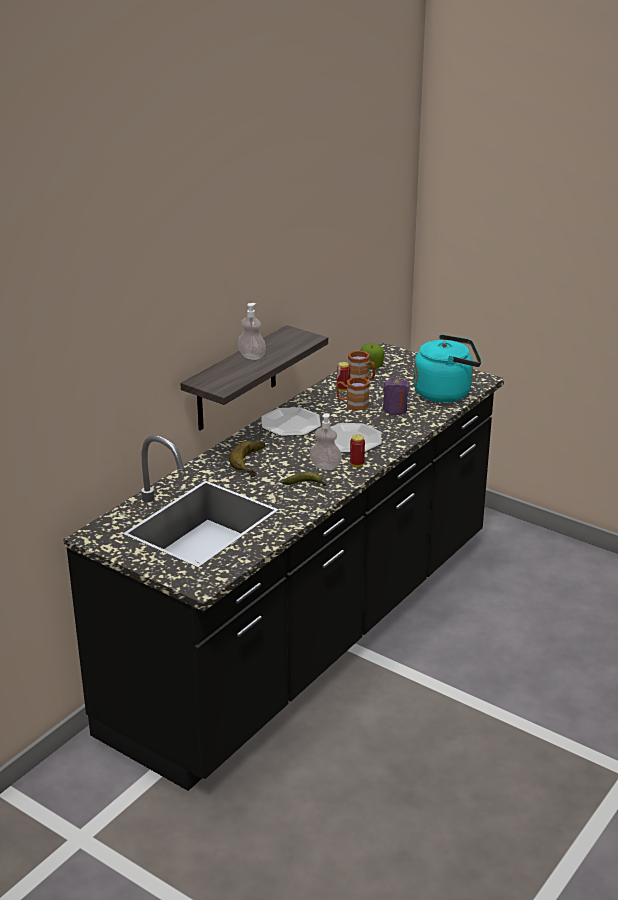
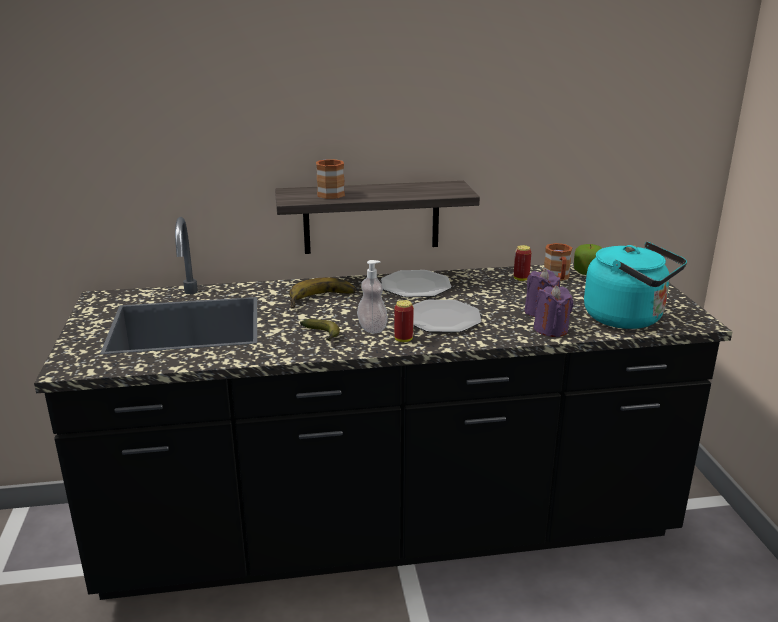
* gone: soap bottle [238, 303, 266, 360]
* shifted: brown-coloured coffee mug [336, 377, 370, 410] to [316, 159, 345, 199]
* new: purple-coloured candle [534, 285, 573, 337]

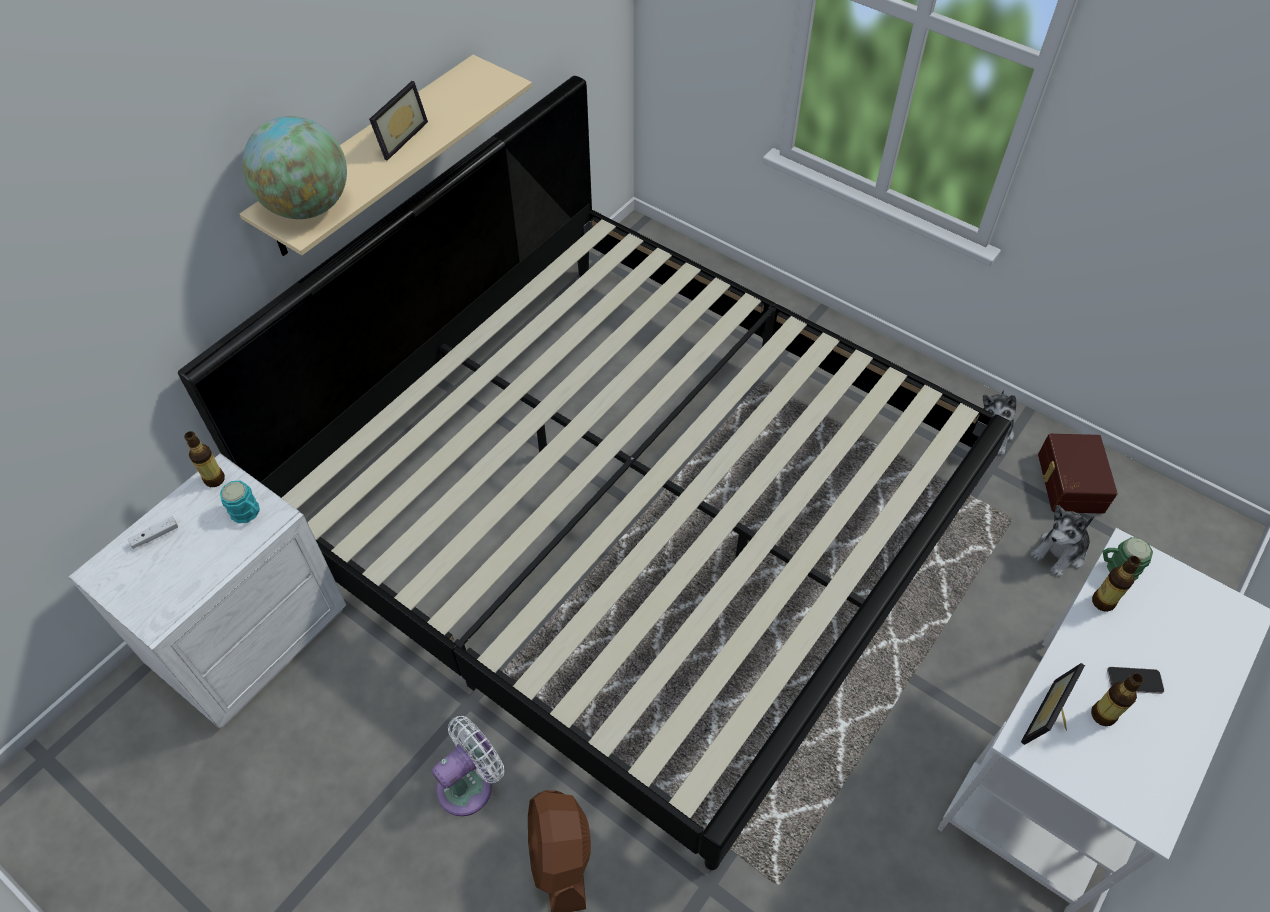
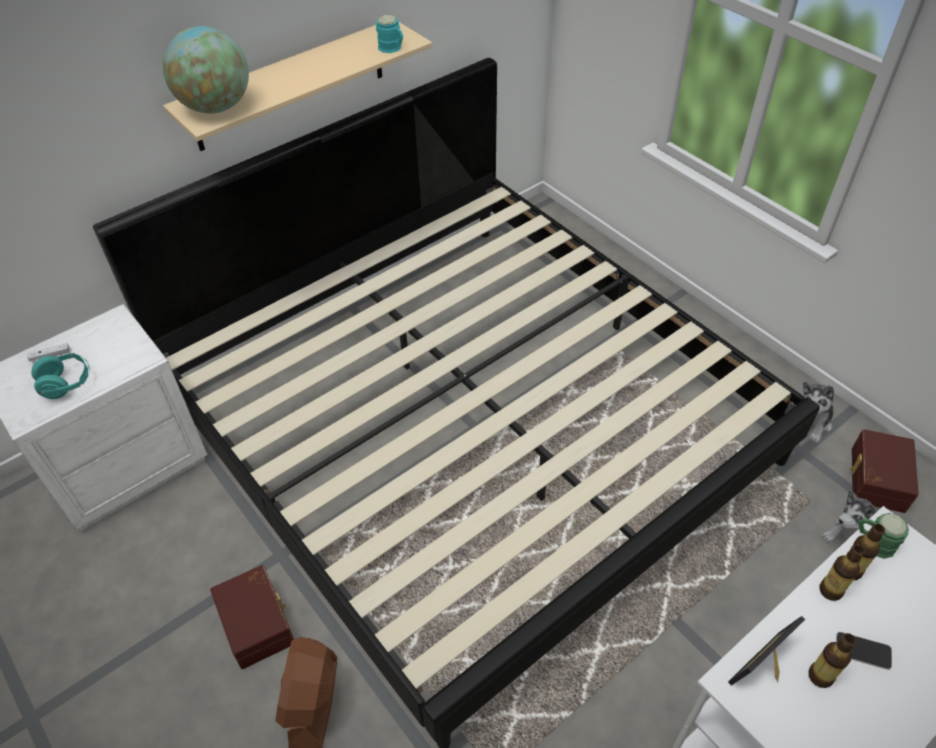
* shifted: drink bottle [184, 431, 225, 487] to [820, 544, 865, 601]
* shifted: turquoise coffee mug [220, 481, 260, 523] to [376, 15, 403, 53]
* gone: picture frame [369, 81, 428, 160]
* swapped: white fan [432, 716, 504, 816] to brown-coloured storage container [210, 565, 294, 669]
* new: turquoise pair of headphones [31, 353, 90, 399]

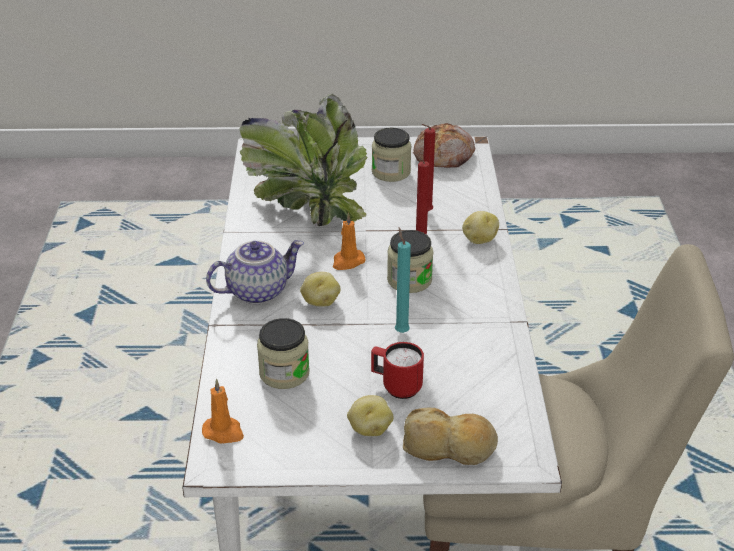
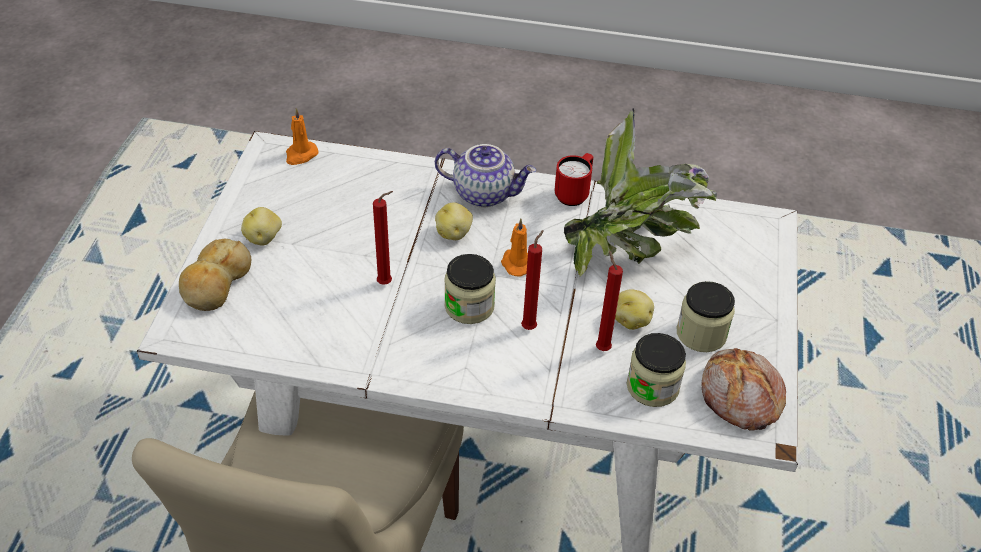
* rotated: tea pot [206, 240, 304, 304] = [435, 144, 536, 208] 60 degrees counterclockwise
* shifted: storage jar [257, 318, 310, 389] to [626, 333, 686, 407]
* shifted: red-coloured coffee mug [371, 342, 424, 399] to [554, 153, 593, 206]
* repainted: turquoise candle [395, 228, 411, 333] to red-coloured candle [373, 191, 393, 285]
* shifted: potato [462, 211, 499, 244] to [615, 289, 654, 330]

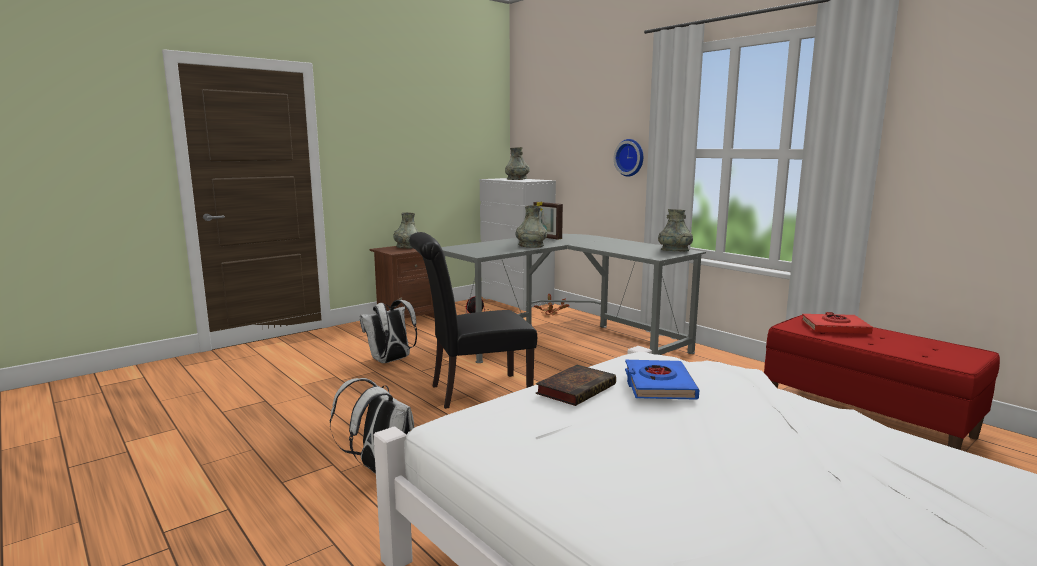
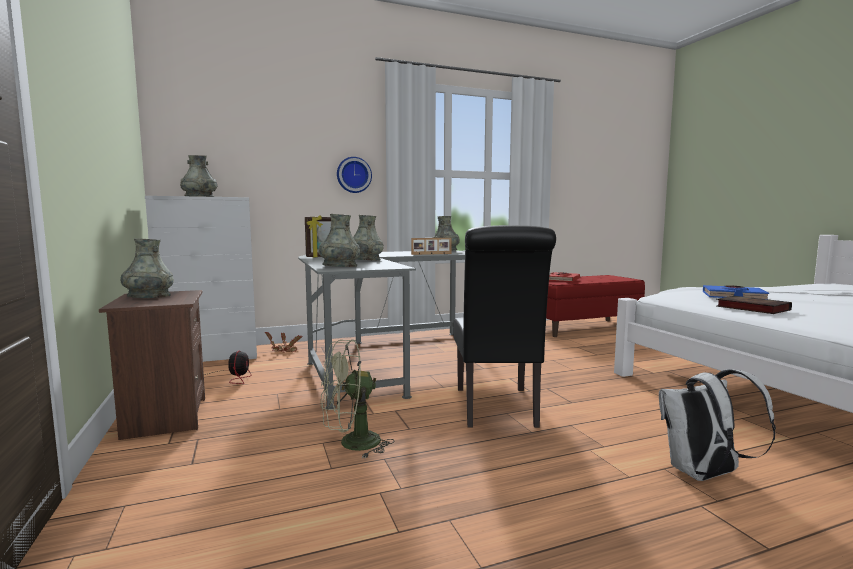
* swapped: white rucksack [360, 300, 417, 363] to green fan [321, 339, 395, 458]
* new: greyish decorative vase [318, 214, 360, 267]
* new: picture frame [411, 238, 452, 255]

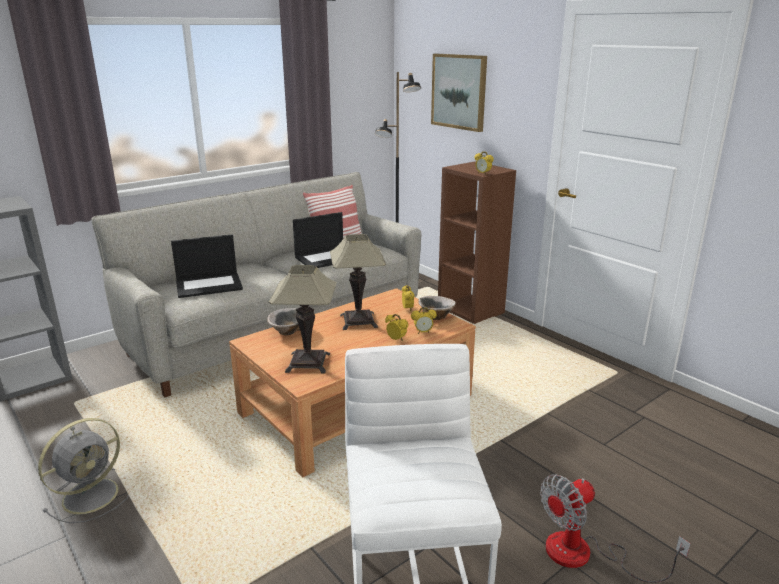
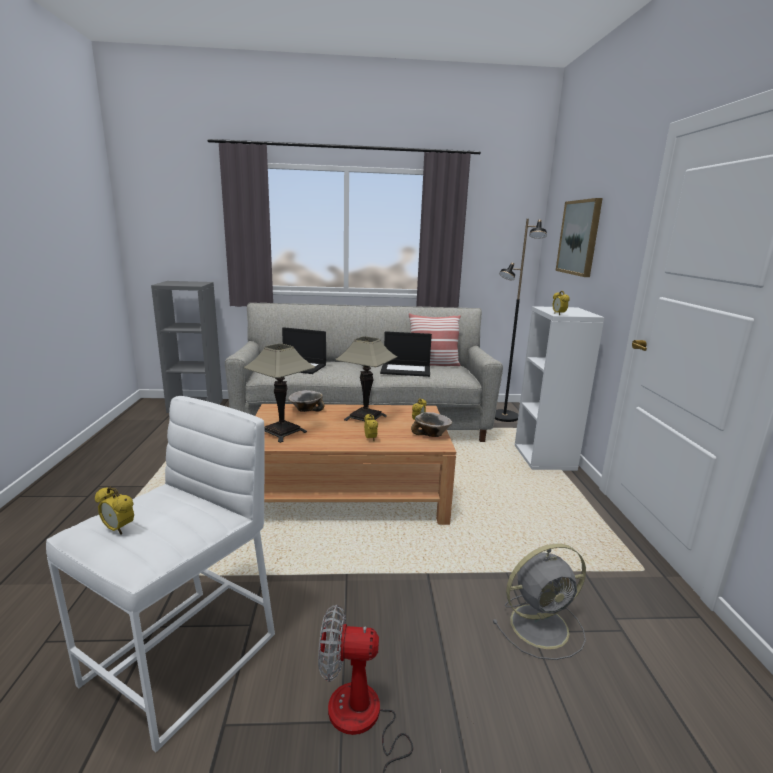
* shifted: greyish fan [38, 418, 129, 523] to [492, 544, 586, 660]
* shifted: bedside clock [411, 307, 437, 334] to [95, 487, 134, 535]
* repainted: brown-coloured shelving unit [438, 162, 516, 324] to white shelving unit [515, 306, 605, 471]

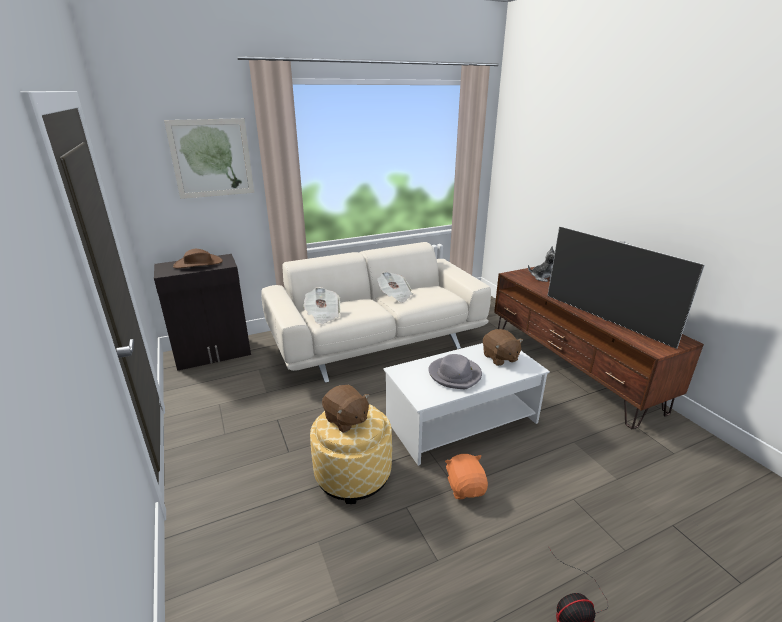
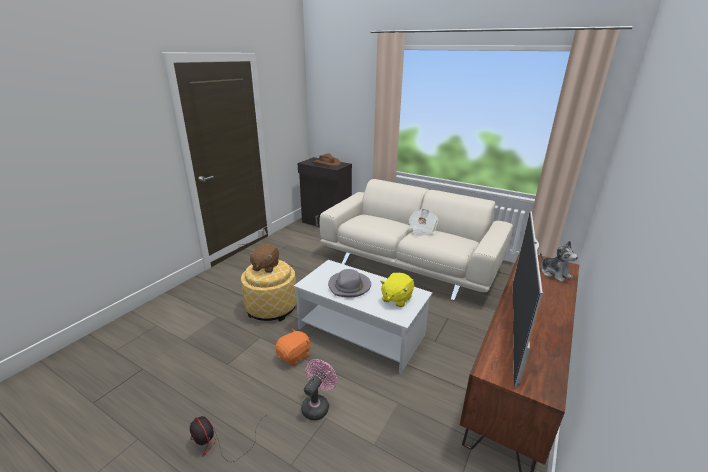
* gone: wall picture [164, 118, 254, 199]
* gone: printed paper [303, 287, 340, 325]
* repainted: brown-coloured soft toy [483, 329, 523, 366] to yellow soft toy [380, 273, 414, 307]
* new: pinkish fan [301, 359, 337, 420]

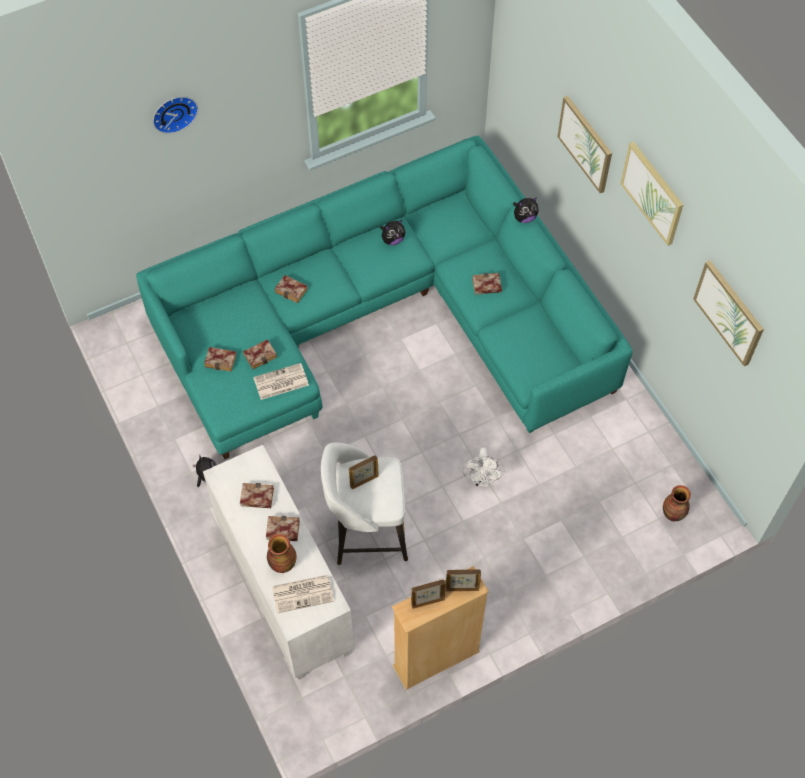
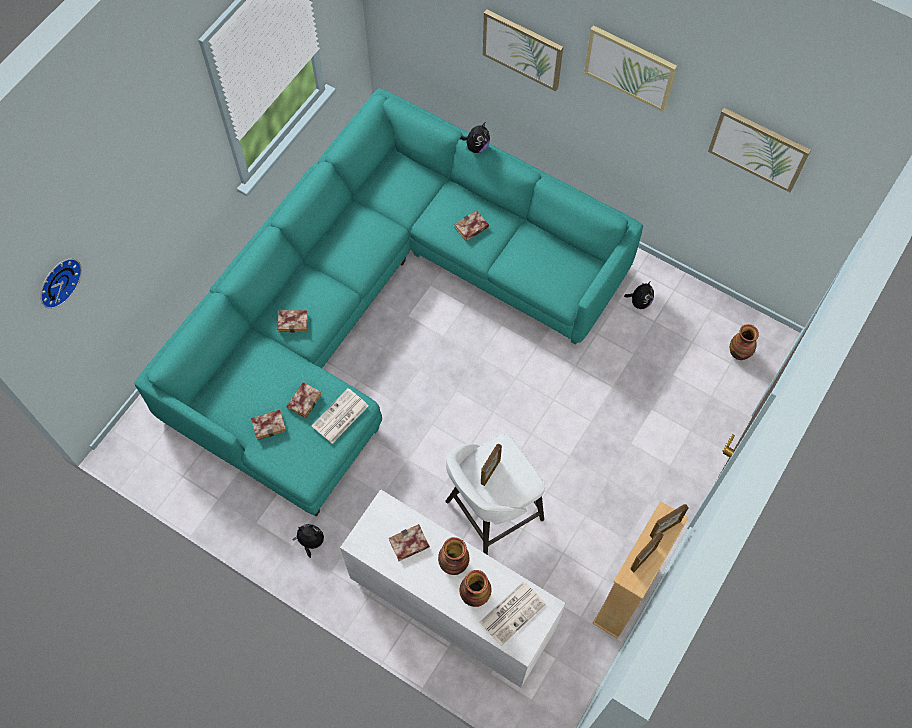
* shifted: hanging clock [153, 97, 198, 134] to [40, 258, 82, 309]
* swapped: book [266, 516, 300, 541] to decorative vase [438, 537, 470, 575]
* shifted: soft toy [380, 219, 405, 245] to [624, 281, 654, 309]
* gone: white fan [463, 448, 504, 487]

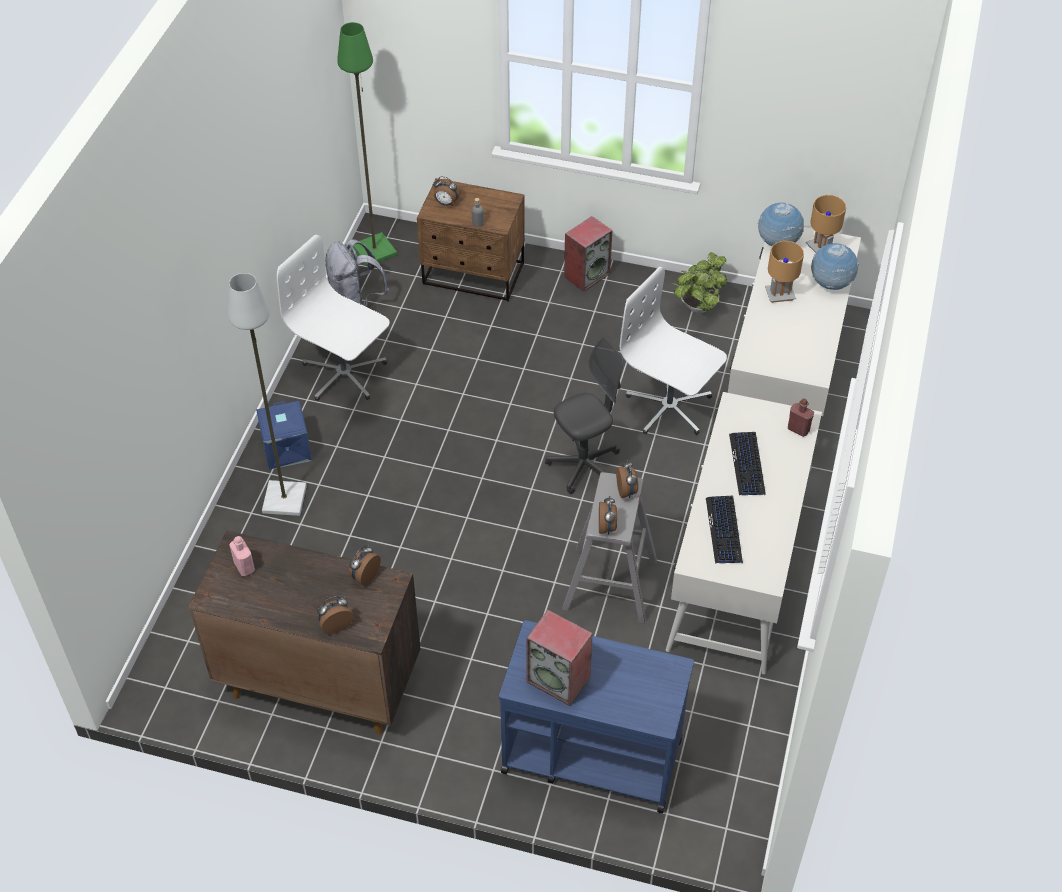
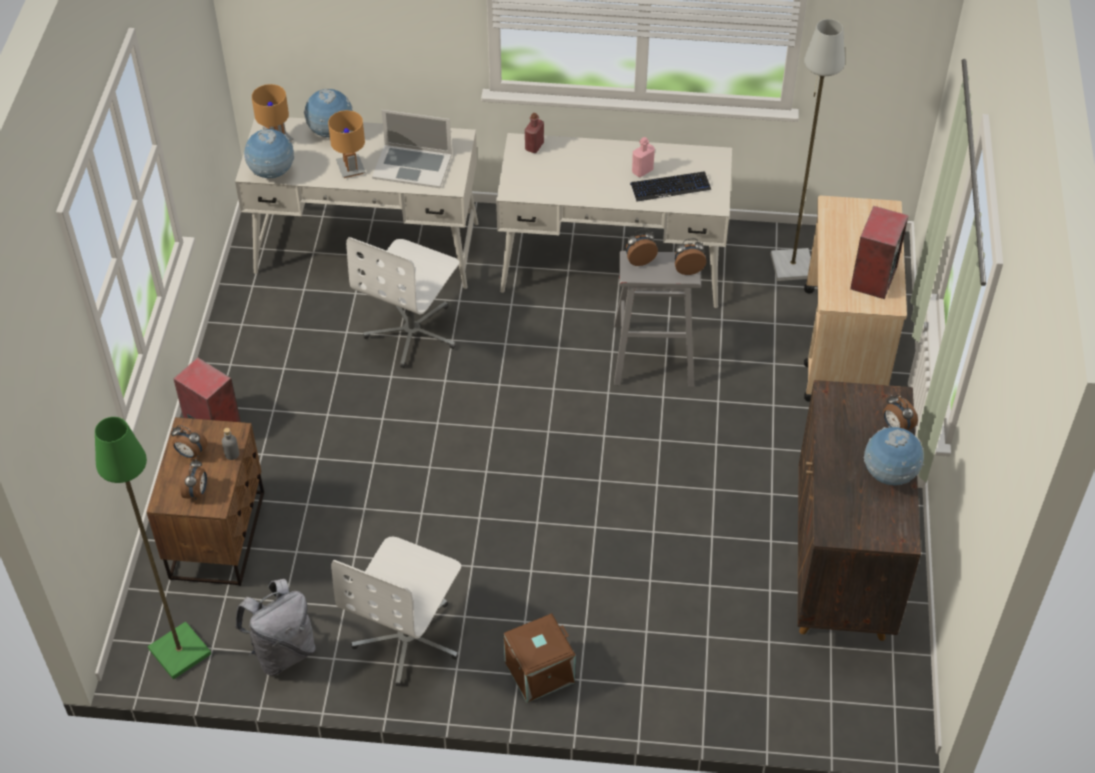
* shifted: greyish floor lamp [228, 273, 307, 516] to [771, 19, 845, 281]
* shifted: pinkish drink bottle [230, 536, 255, 576] to [632, 137, 655, 177]
* repainted: bluish storage container [256, 401, 312, 470] to brown-coloured storage container [503, 613, 576, 703]
* shifted: bedside clock [349, 545, 381, 585] to [171, 425, 208, 458]
* repainted: bluish trolley [499, 620, 694, 813] to beige-coloured trolley [804, 195, 907, 402]
* gone: greyish computer chair [545, 337, 624, 494]
* gone: plant in a pot [672, 252, 727, 313]
* gone: computer keyboard [729, 432, 766, 495]
* new: notebook computer [372, 110, 452, 188]
* new: globe [864, 426, 924, 486]

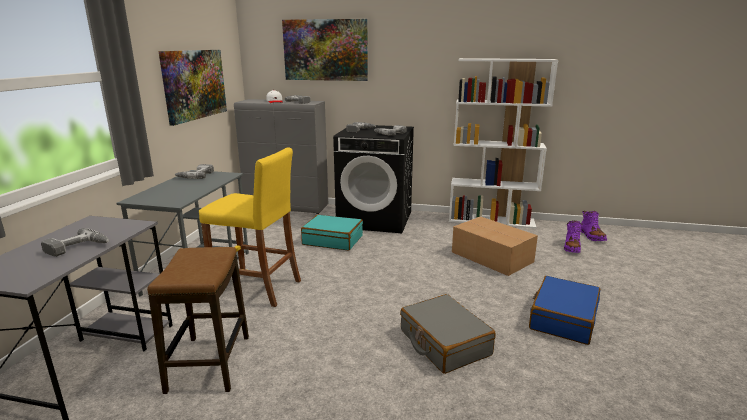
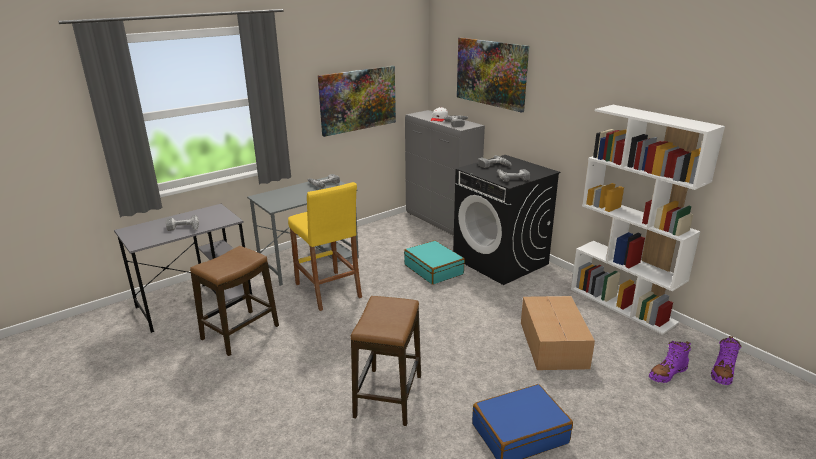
* swapped: greyish suitcase [400, 294, 496, 374] to sitting stool [351, 296, 421, 426]

